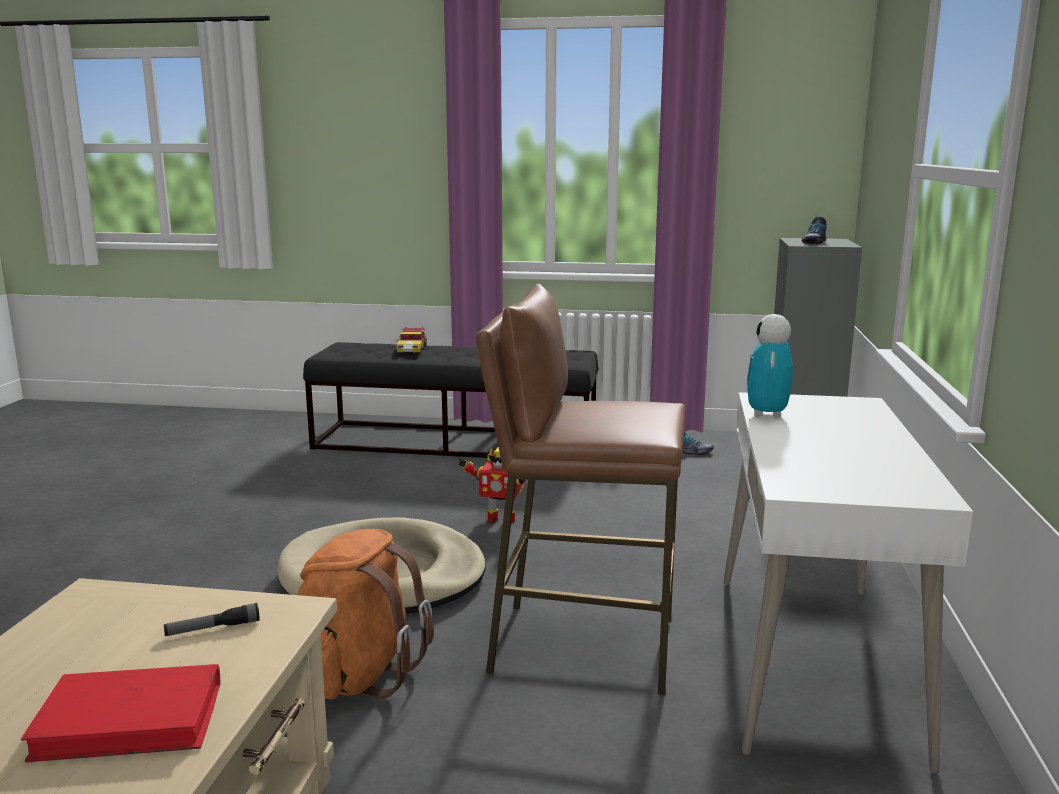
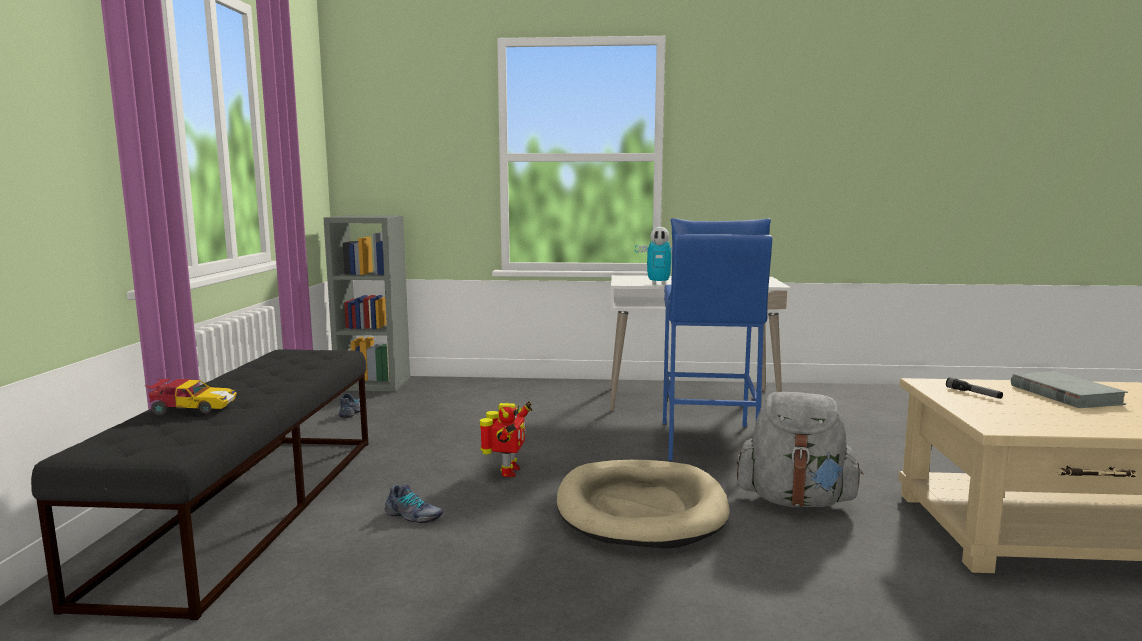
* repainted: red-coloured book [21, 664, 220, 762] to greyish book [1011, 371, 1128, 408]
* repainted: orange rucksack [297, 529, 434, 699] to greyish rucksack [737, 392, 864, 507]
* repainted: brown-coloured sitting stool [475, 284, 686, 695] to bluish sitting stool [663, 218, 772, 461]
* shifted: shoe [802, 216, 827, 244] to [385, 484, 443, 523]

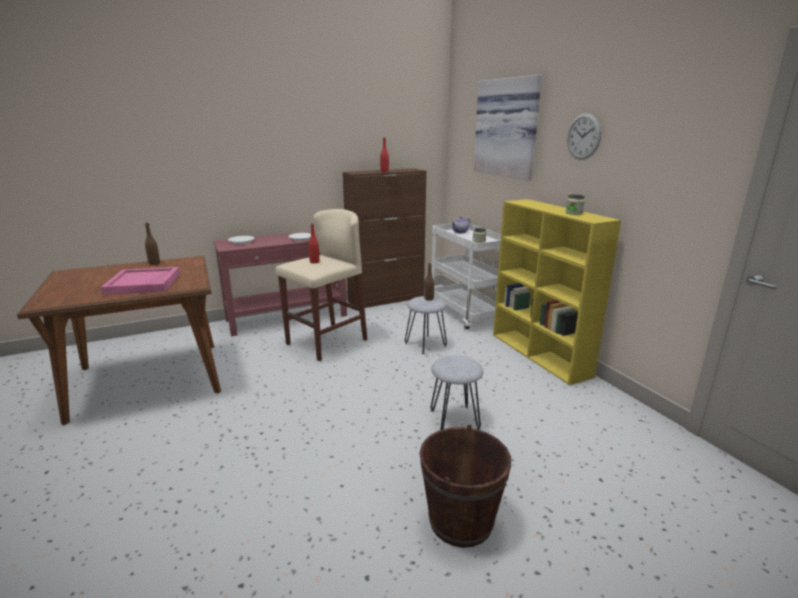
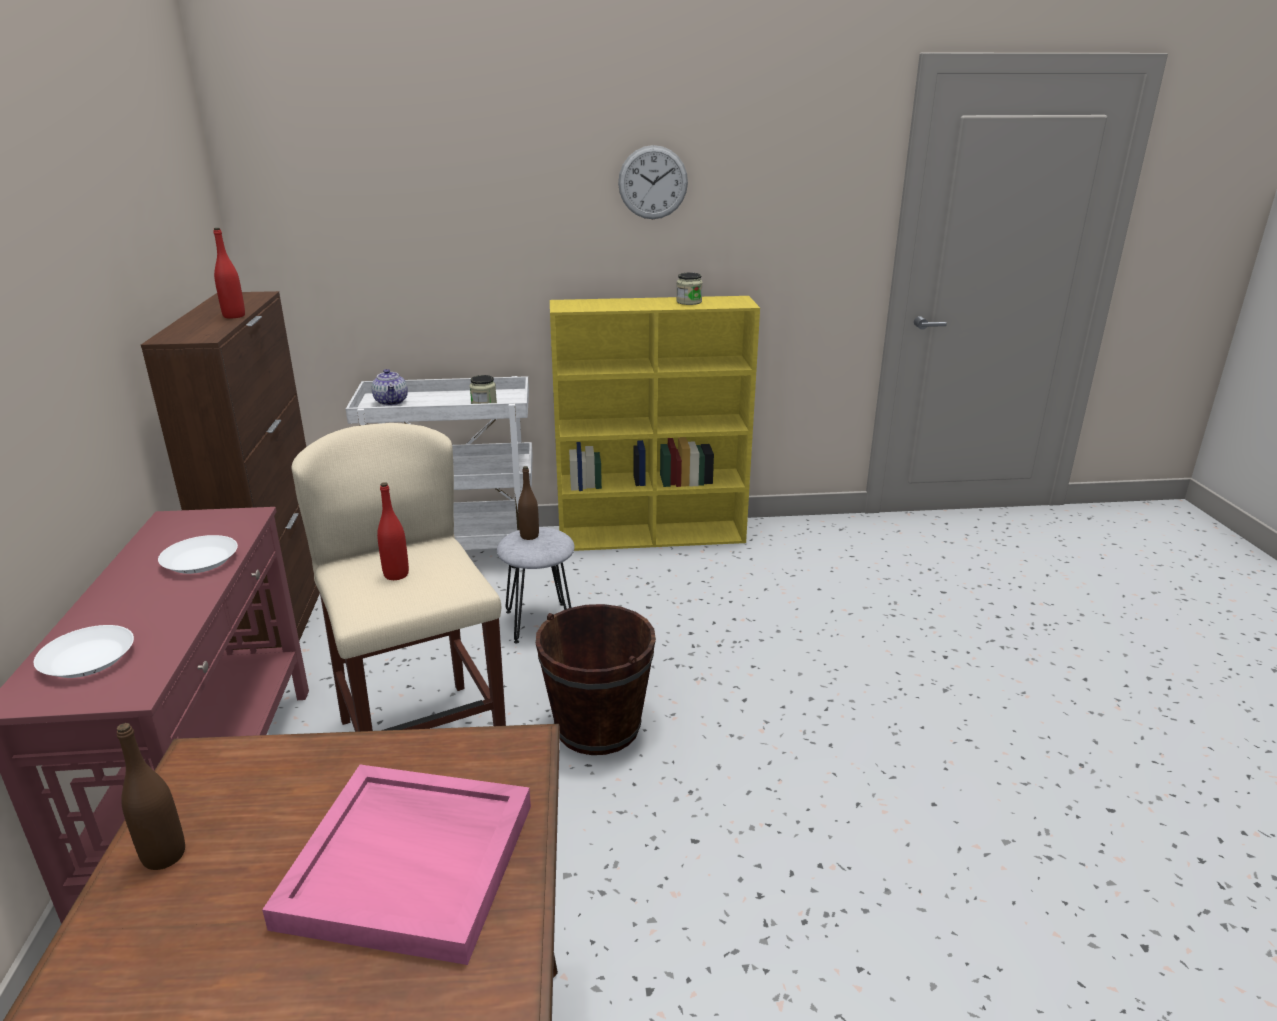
* shifted: brown-coloured bucket [420, 425, 511, 548] to [536, 604, 656, 755]
* gone: greyish sitting stool [431, 355, 483, 430]
* gone: wall picture [474, 75, 542, 181]

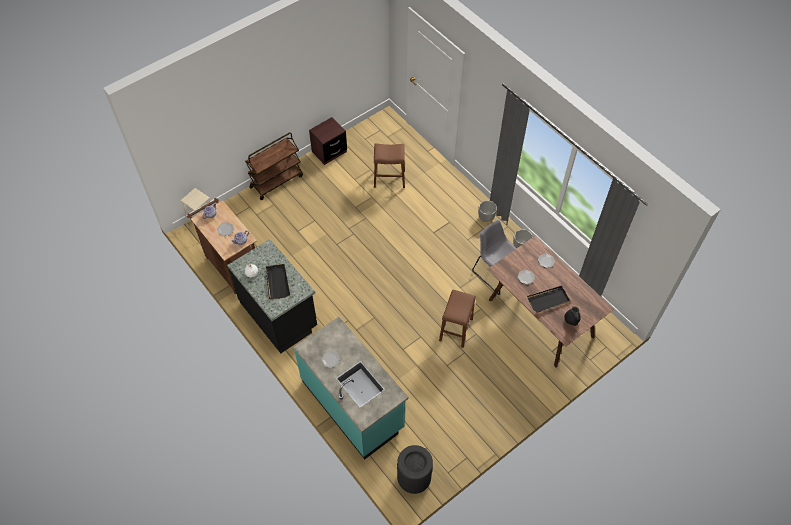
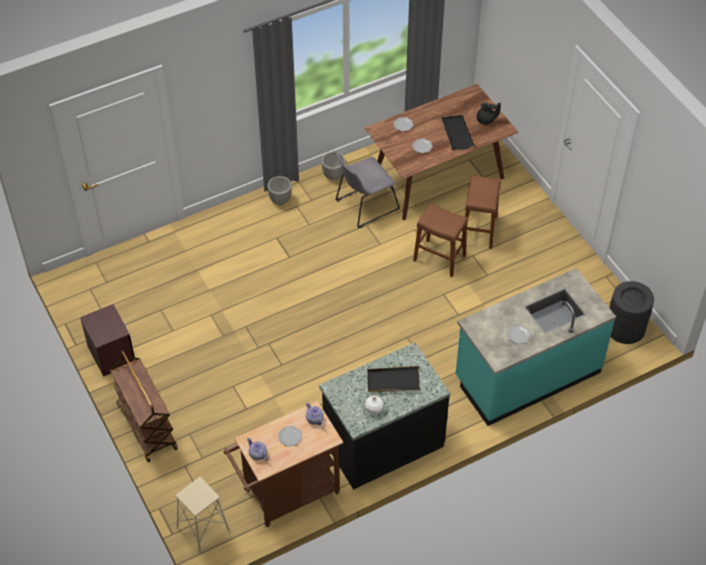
* shifted: brown-coloured sitting stool [374, 144, 405, 188] to [461, 176, 501, 249]

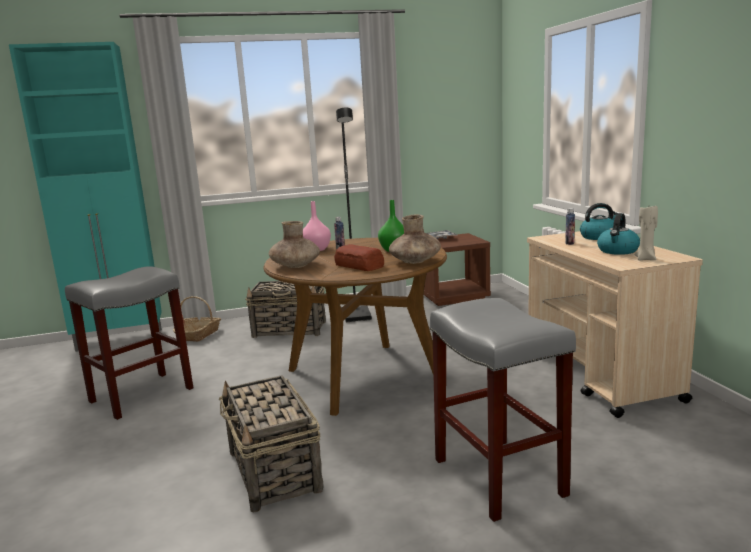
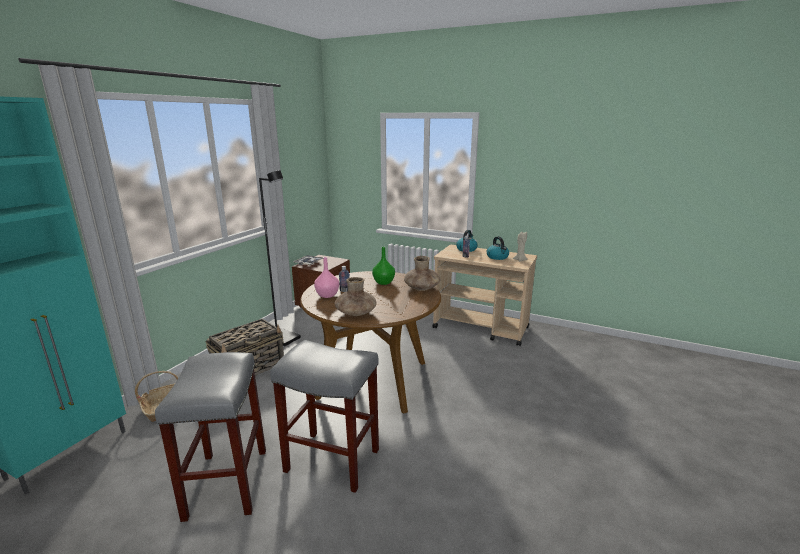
* gone: basket [219, 375, 323, 512]
* gone: baked bread [334, 244, 384, 271]
* shifted: greyish sitting stool [430, 298, 576, 522] to [270, 340, 379, 493]

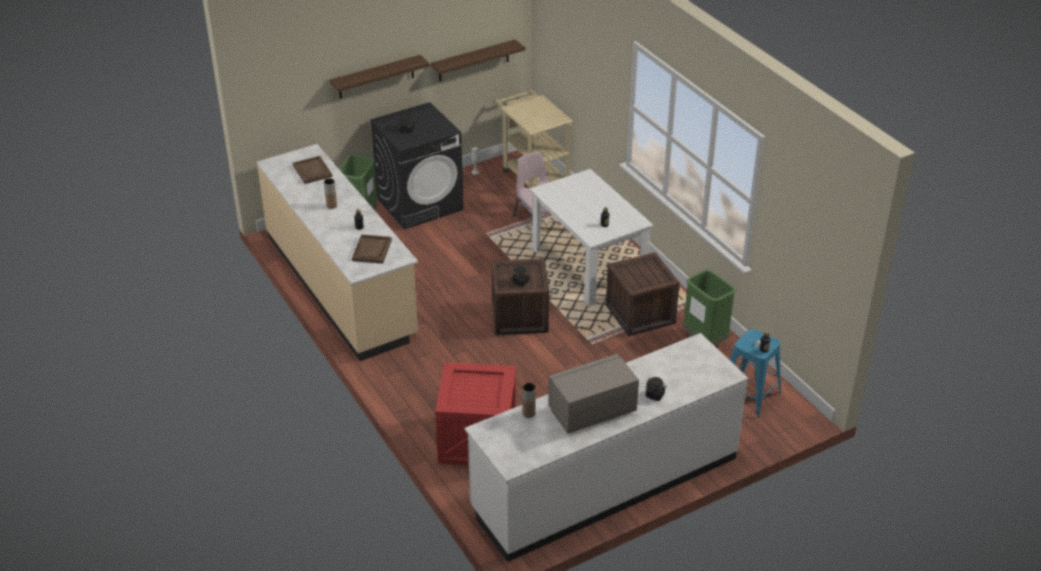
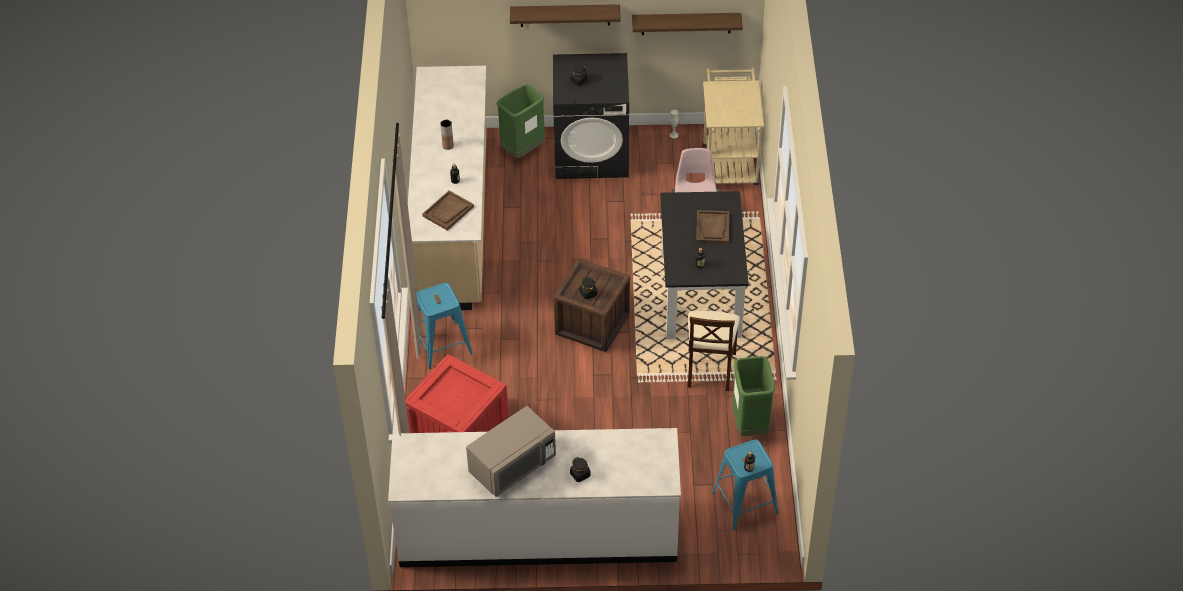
* shifted: brown-coloured carrying tray [293, 156, 332, 184] to [696, 210, 729, 244]
* gone: brown-coloured decorative vase [523, 383, 536, 418]
* repainted: white kitchen table [530, 169, 653, 306] to black kitchen table [660, 191, 749, 339]
* rotated: greyish kitchen microwave [548, 354, 639, 434] = [466, 406, 556, 497] 135 degrees clockwise
* swapped: crate [606, 252, 680, 336] to beige-coloured upright chair [688, 311, 740, 391]
* new: bluish sitting stool [413, 283, 473, 369]

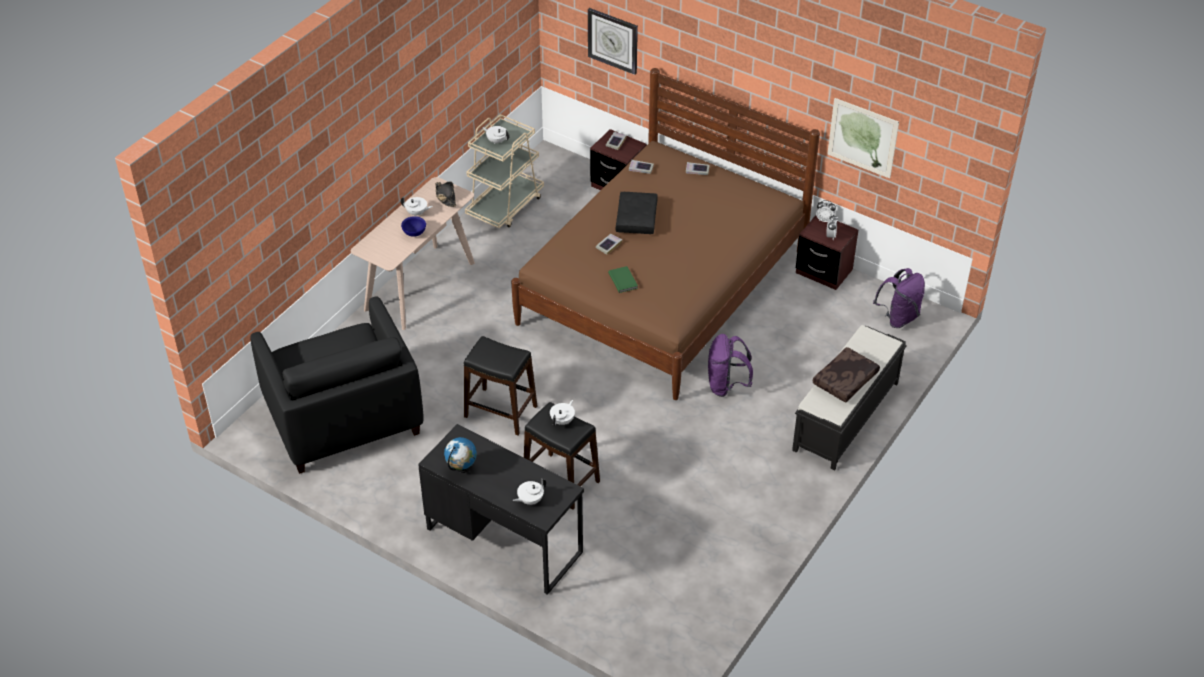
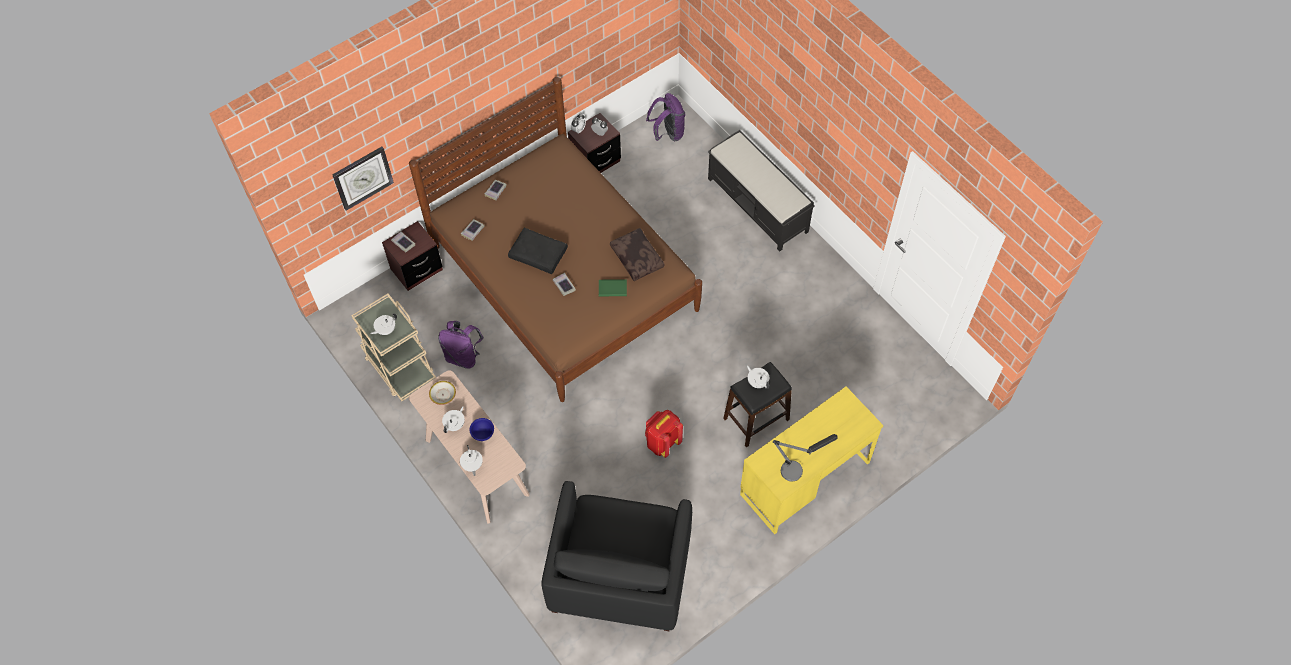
* rotated: black easy chair [251, 296, 424, 474] = [541, 481, 692, 631] 105 degrees clockwise
* repainted: black desk table [418, 424, 584, 595] to yellow desk table [740, 387, 884, 534]
* swapped: black hat [435, 181, 457, 207] to deep dish [429, 381, 456, 405]
* swapped: globe [444, 437, 477, 473] to table lamp [773, 434, 838, 482]
* swapped: black sitting stool [464, 336, 537, 435] to red-coloured rucksack [645, 410, 683, 458]
* shifted: white tea pot [513, 479, 546, 505] to [460, 445, 483, 476]
* shifted: purple-coloured rucksack [708, 334, 753, 397] to [438, 321, 484, 369]
* shifted: brown-coloured throw pillow [813, 347, 880, 402] to [610, 228, 665, 281]
* gone: wall picture [827, 98, 899, 179]

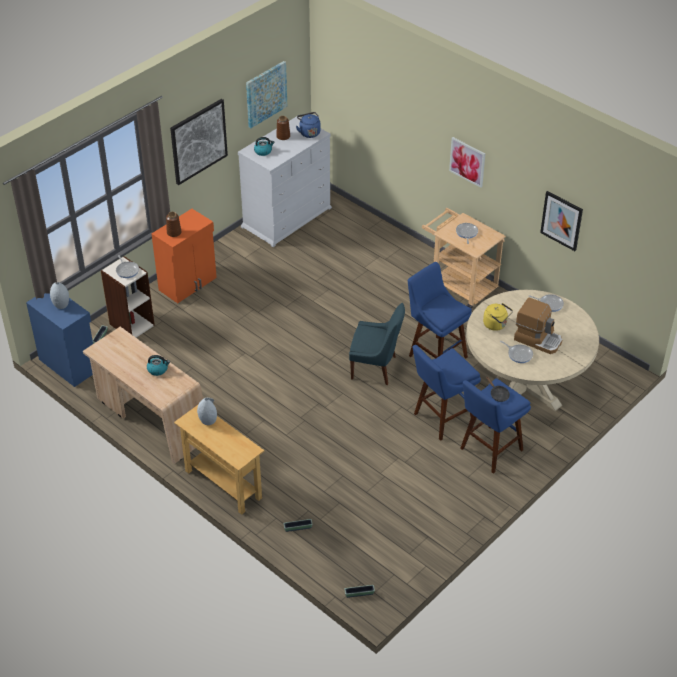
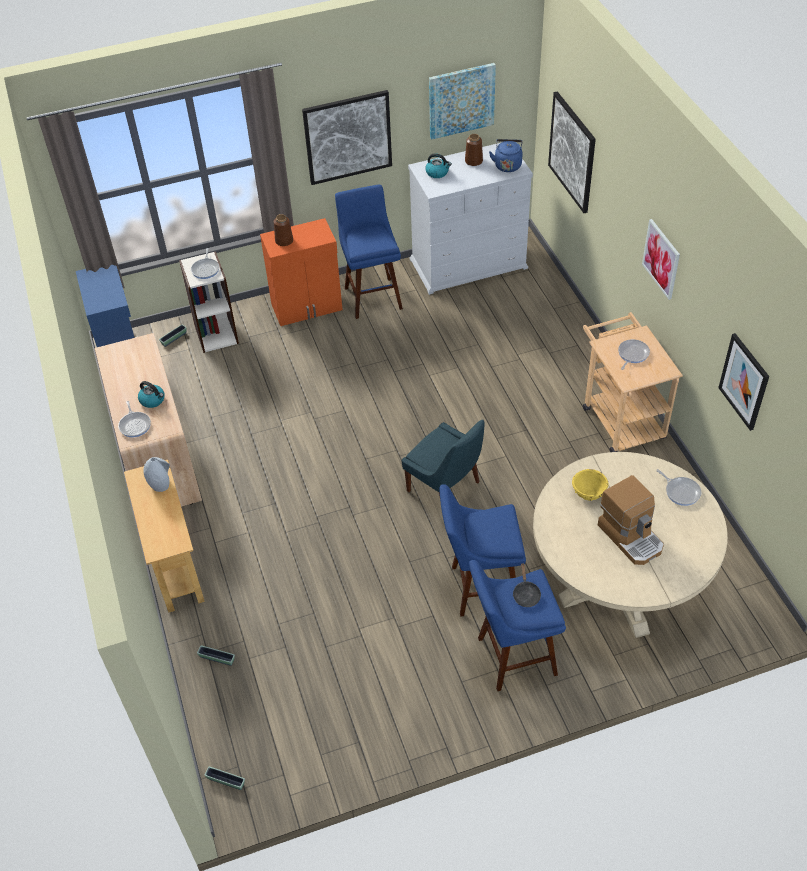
* gone: greyish decorative vase [50, 282, 69, 309]
* shifted: bluish sitting stool [408, 262, 472, 359] to [335, 185, 403, 319]
* swapped: yellow kettle [483, 303, 513, 331] to yellow deep dish [572, 469, 609, 501]
* shifted: skillet [500, 341, 533, 363] to [118, 401, 151, 438]
* new: wall picture [548, 91, 596, 213]

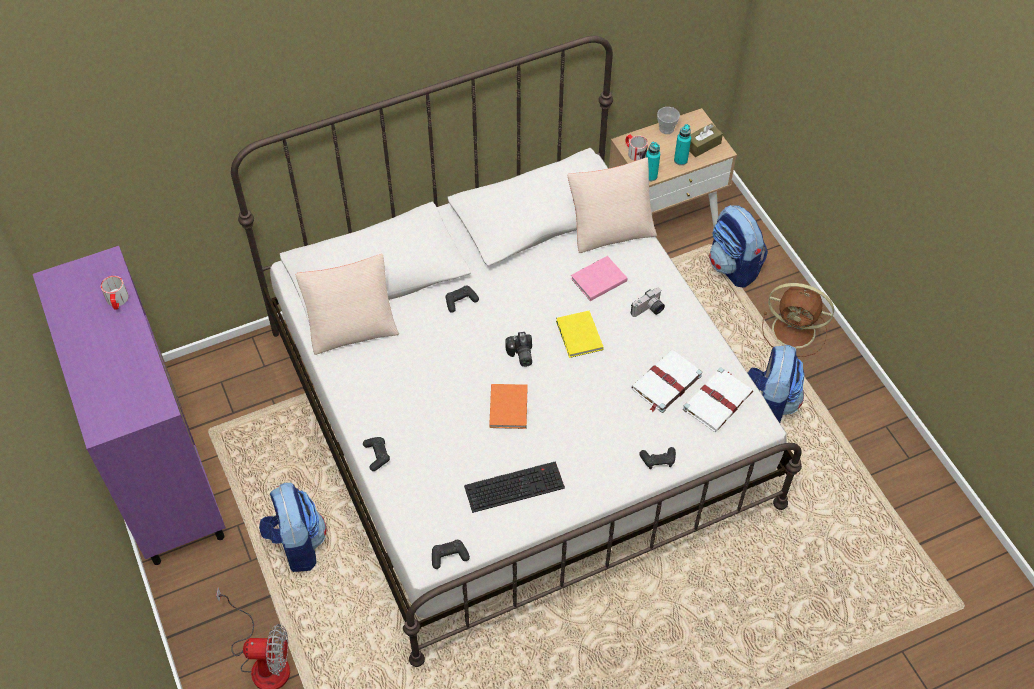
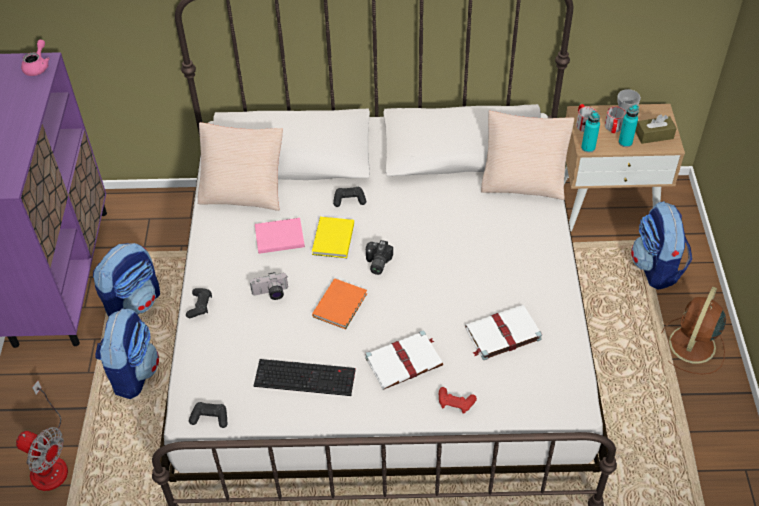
* shifted: coffee mug [101, 276, 129, 310] to [605, 106, 626, 133]
* shifted: yellow book [556, 311, 604, 358] to [312, 217, 354, 258]
* shifted: pinkish book [571, 256, 627, 301] to [255, 218, 305, 254]
* shifted: photo camera [631, 287, 665, 317] to [250, 272, 288, 300]
* repainted: black game controller [639, 447, 676, 469] to red-coloured game controller [439, 387, 477, 414]
* shifted: white book [683, 367, 753, 432] to [365, 331, 443, 390]
* shifted: rucksack [747, 345, 805, 423] to [93, 243, 160, 316]
* rotated: brown-coloured fan [762, 283, 834, 357] = [662, 287, 726, 374] 75 degrees clockwise
* new: pinkish tea pot [21, 40, 50, 76]

